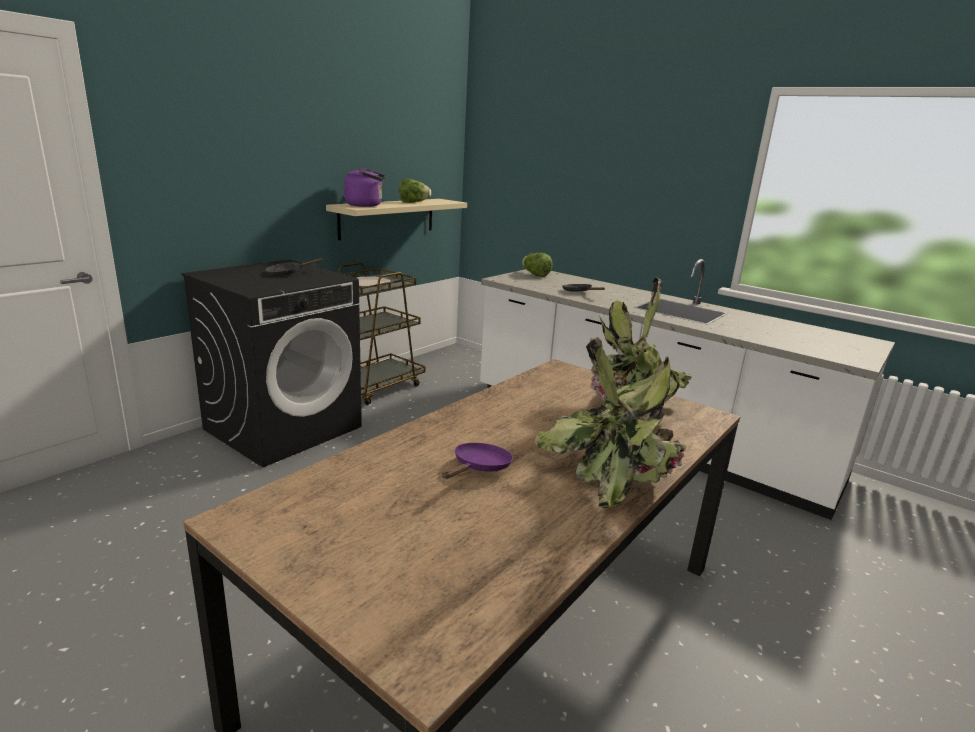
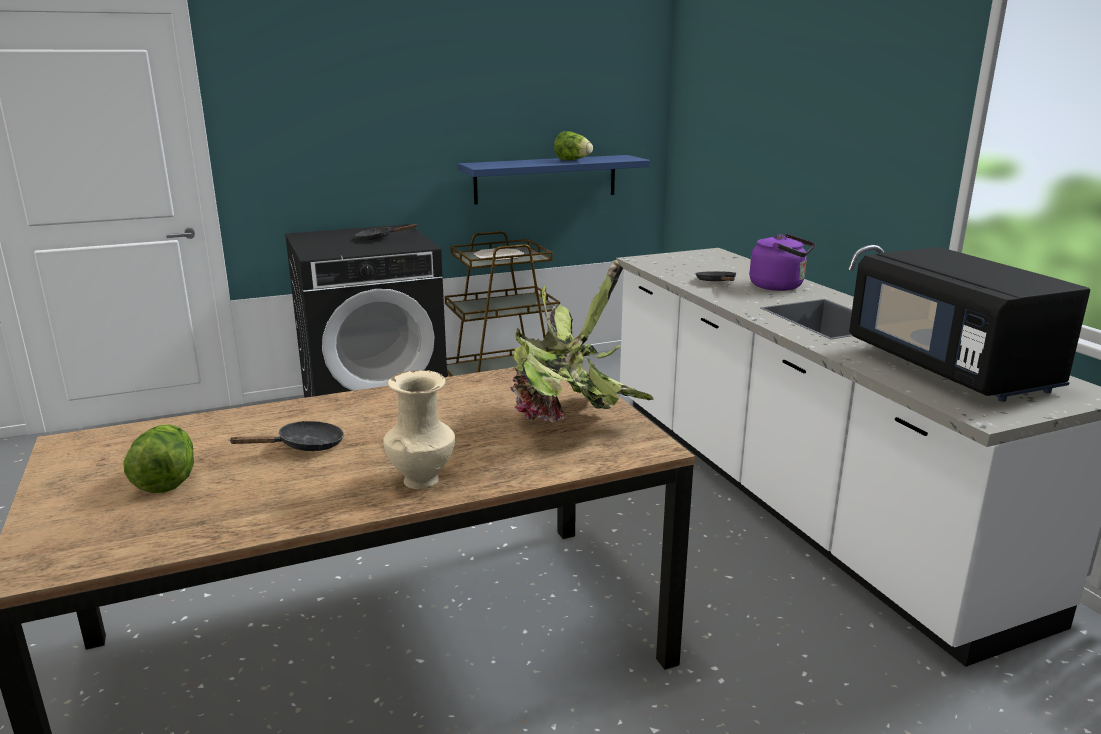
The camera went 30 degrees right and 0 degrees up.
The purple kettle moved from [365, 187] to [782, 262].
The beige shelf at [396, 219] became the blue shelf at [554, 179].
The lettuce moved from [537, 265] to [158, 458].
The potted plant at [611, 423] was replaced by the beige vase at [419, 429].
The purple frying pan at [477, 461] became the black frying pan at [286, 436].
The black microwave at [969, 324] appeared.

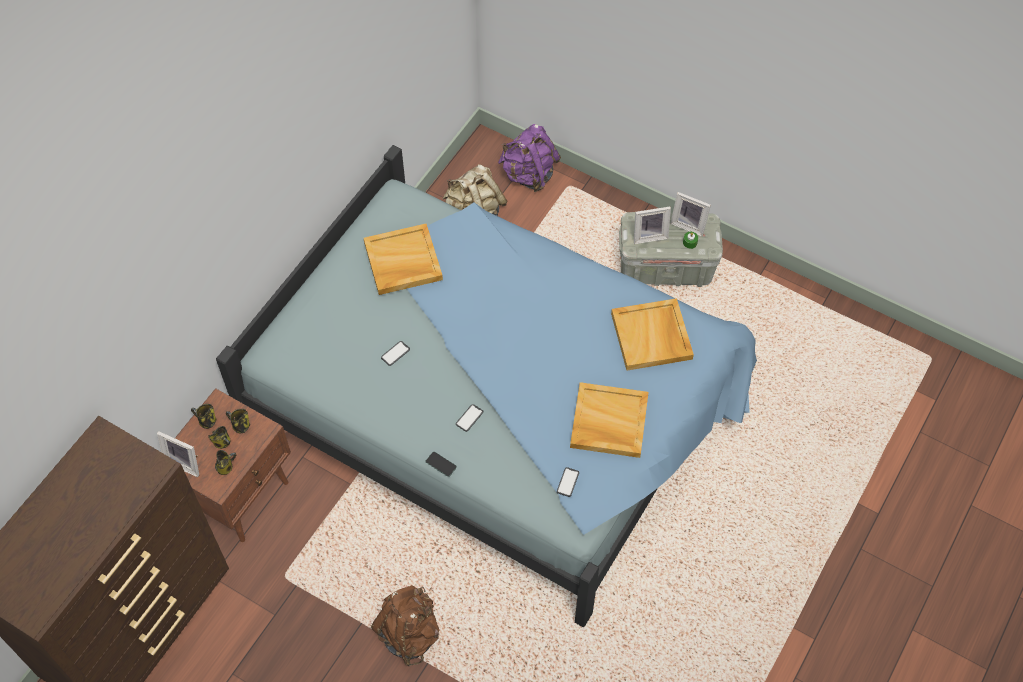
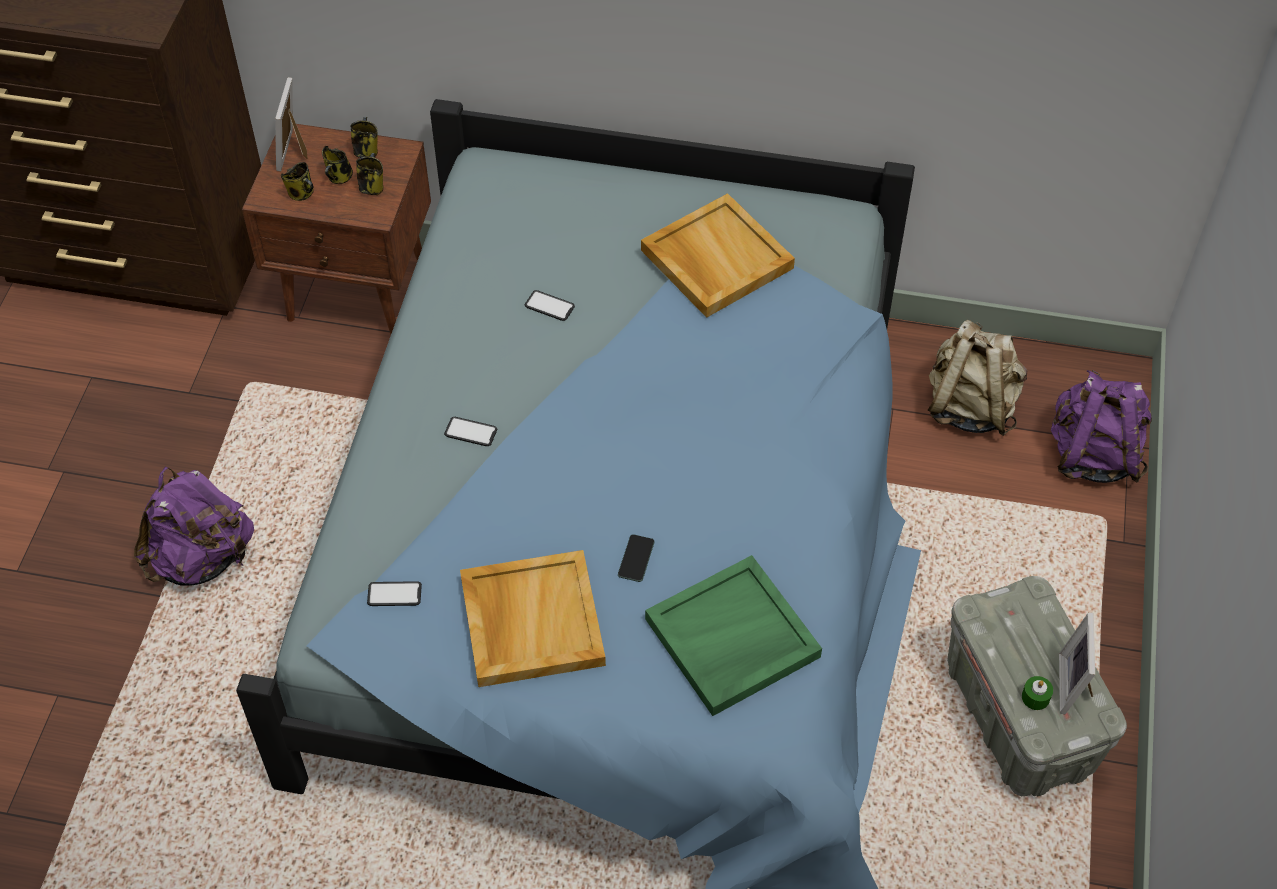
The camera went 70 degrees right and 5 degrees down.
The picture frame at [652, 225] disappeared.
The beige tray at [652, 334] became the green tray at [733, 635].
The phone moved from [441, 464] to [636, 558].
The brown backpack at [405, 625] became the purple backpack at [194, 526].

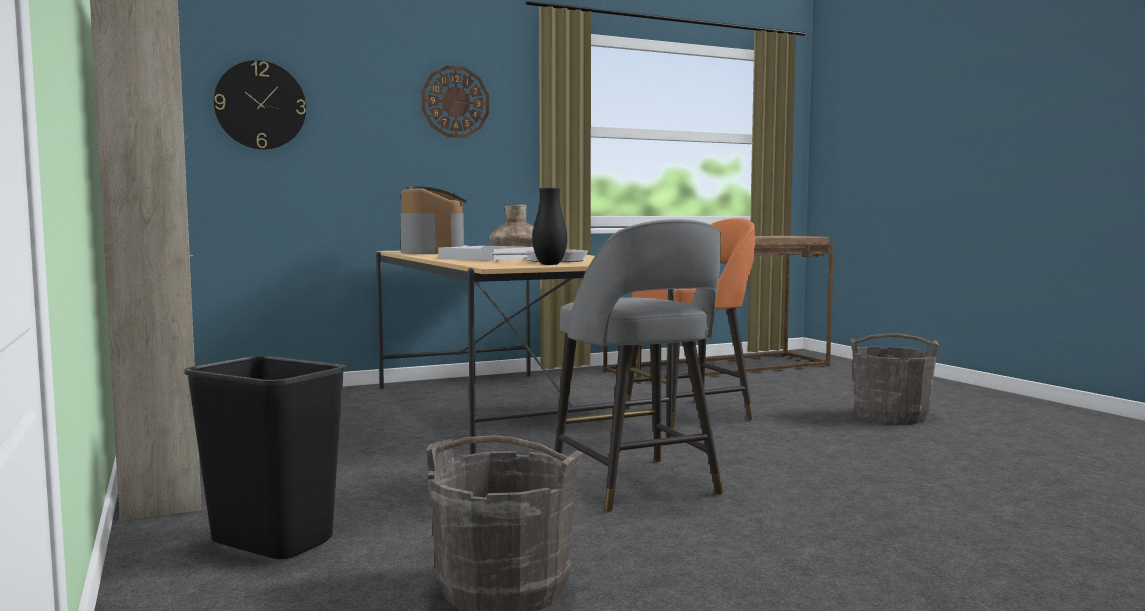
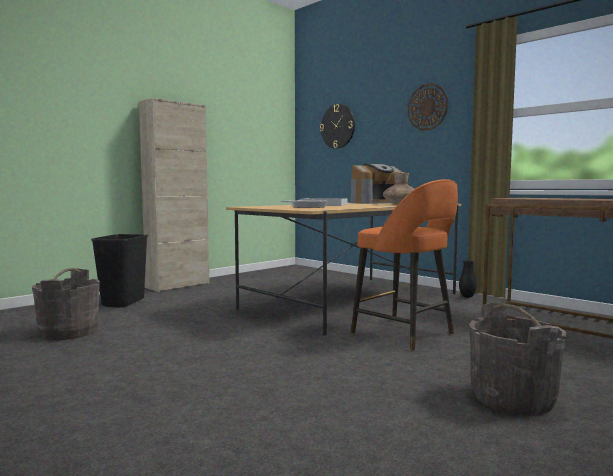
The camera went 70 degrees right and 0 degrees up.
The black vase moved from [549, 226] to [468, 279].
The grey stool at [639, 366] disappeared.

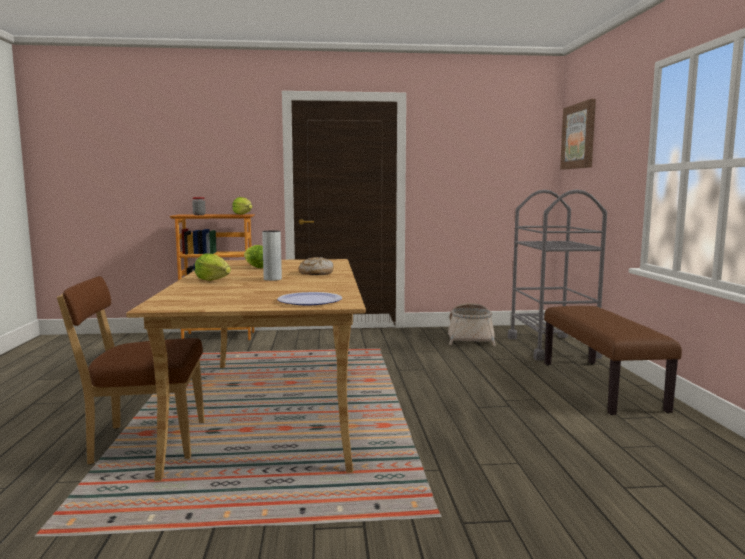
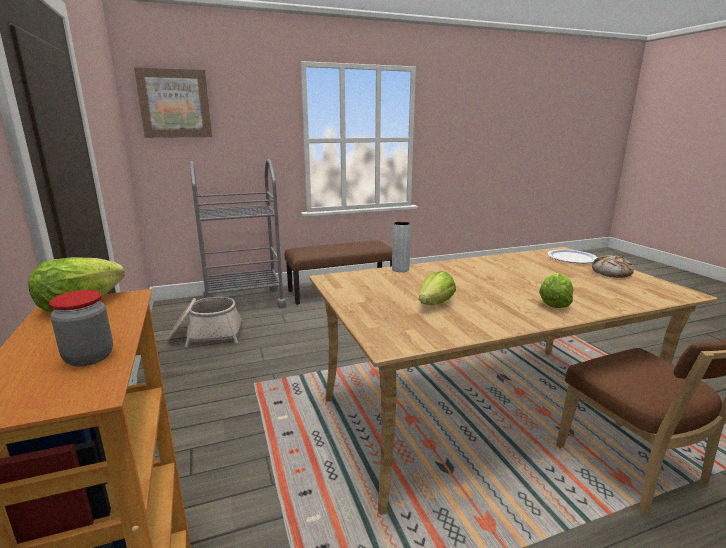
The camera went 105 degrees left and 10 degrees up.
The grey vase moved from [272, 256] to [401, 246].
The bread moved from [316, 266] to [613, 266].

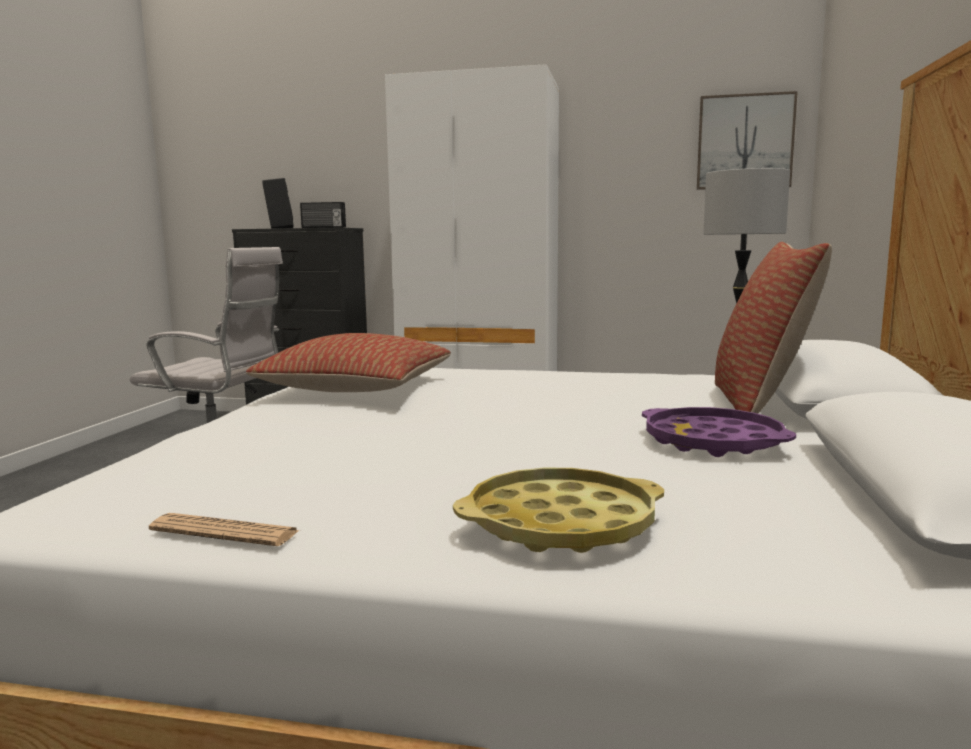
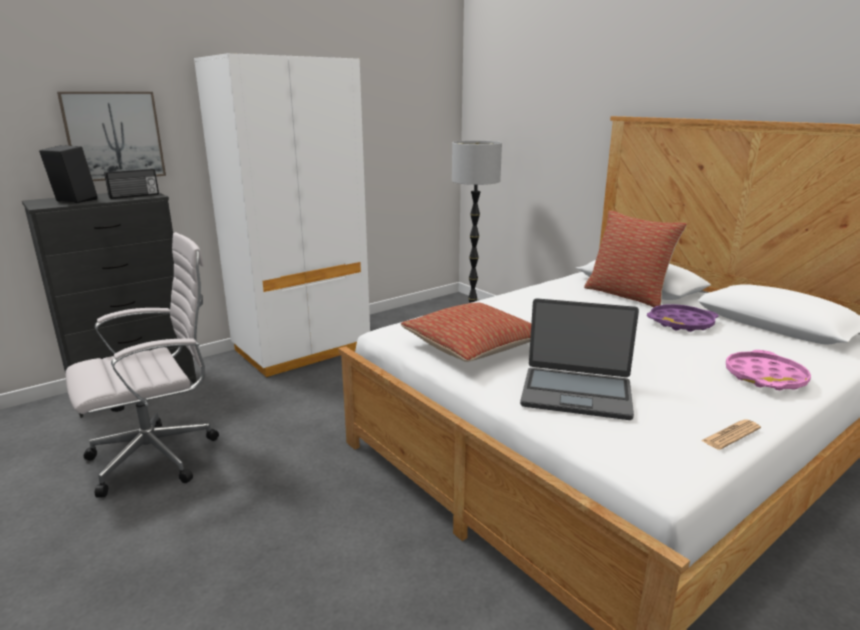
The camera went 50 degrees left and 10 degrees up.
The picture moved from [747, 140] to [111, 136].
The yellow tray at [558, 510] became the pink tray at [768, 370].
The laptop at [579, 359] appeared.

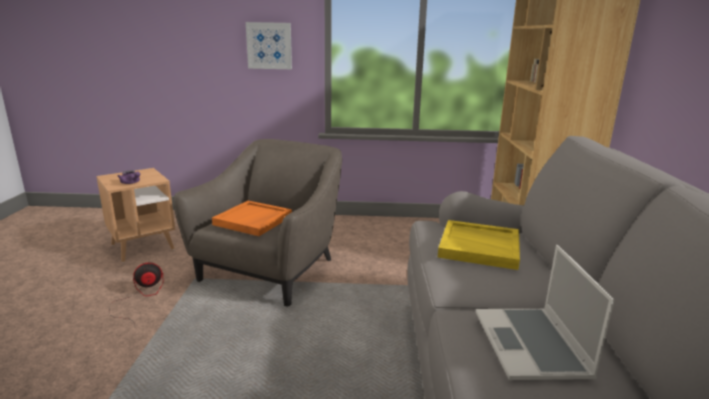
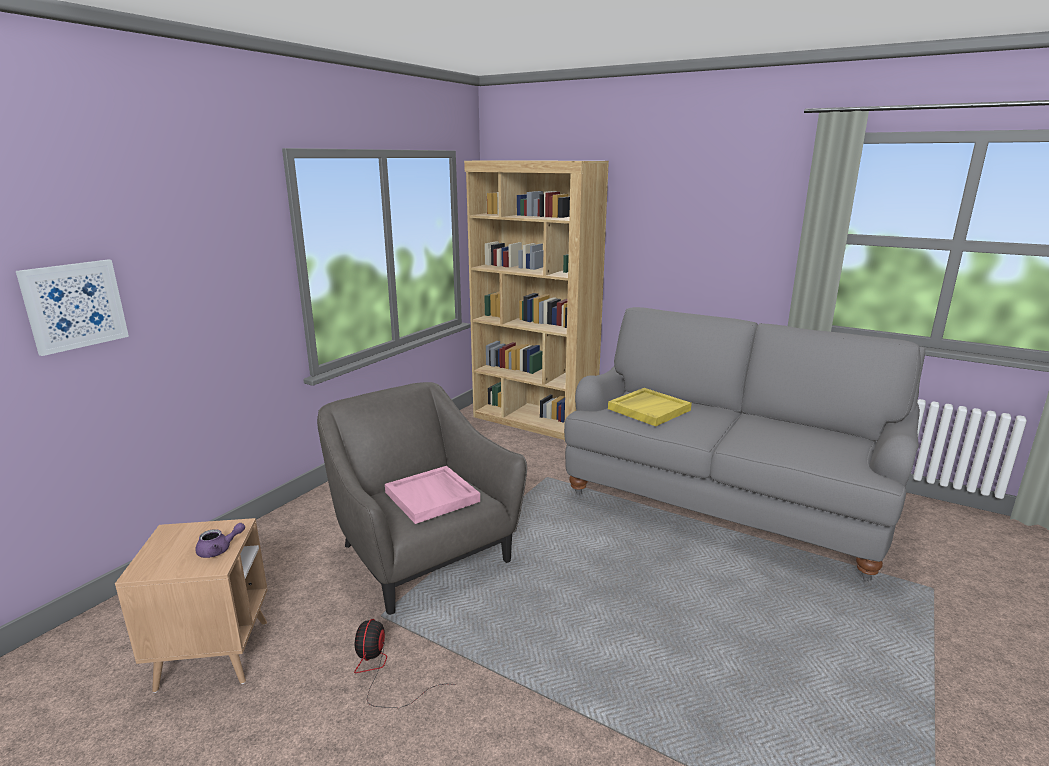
The camera went 60 degrees left and 0 degrees up.
The picture moved from [269, 45] to [72, 307].
The orange tray at [252, 218] became the pink tray at [432, 495].
The laptop at [545, 312] disappeared.

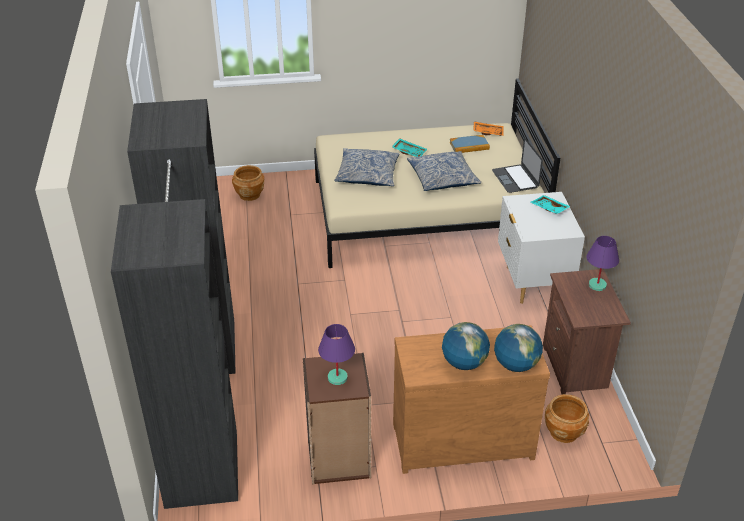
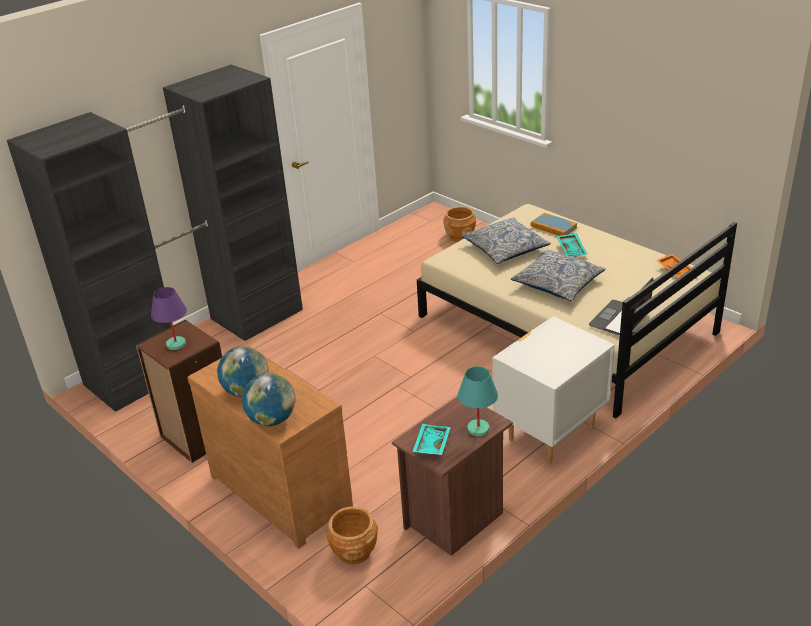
The camera went 55 degrees right and 5 degrees down.
The book moved from [470, 144] to [554, 224].
The turquoise tray moved from [551, 204] to [431, 439].
The purple table lamp at [602, 263] became the turquoise table lamp at [478, 401].

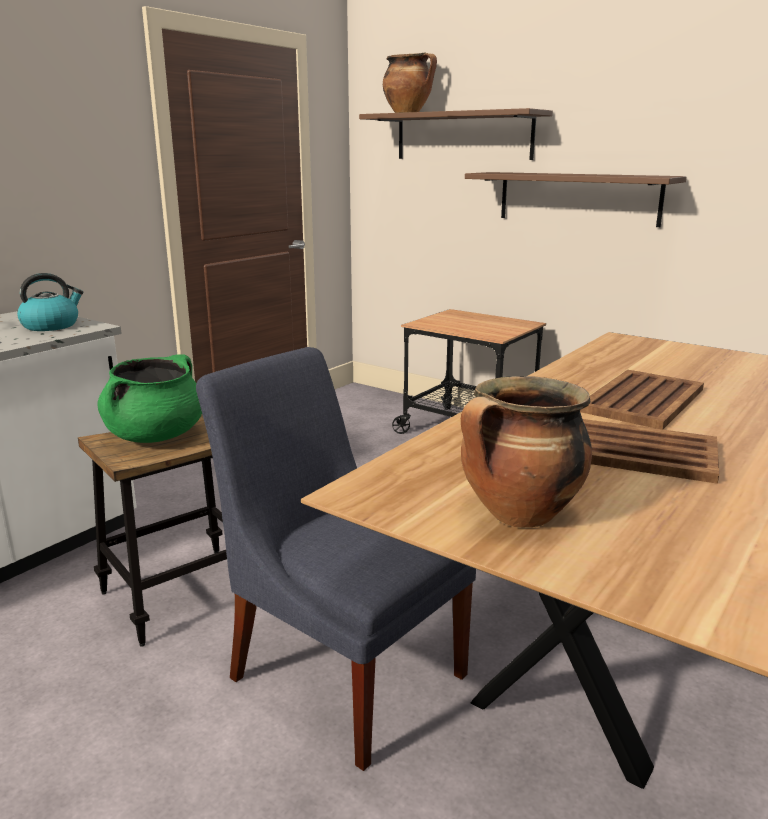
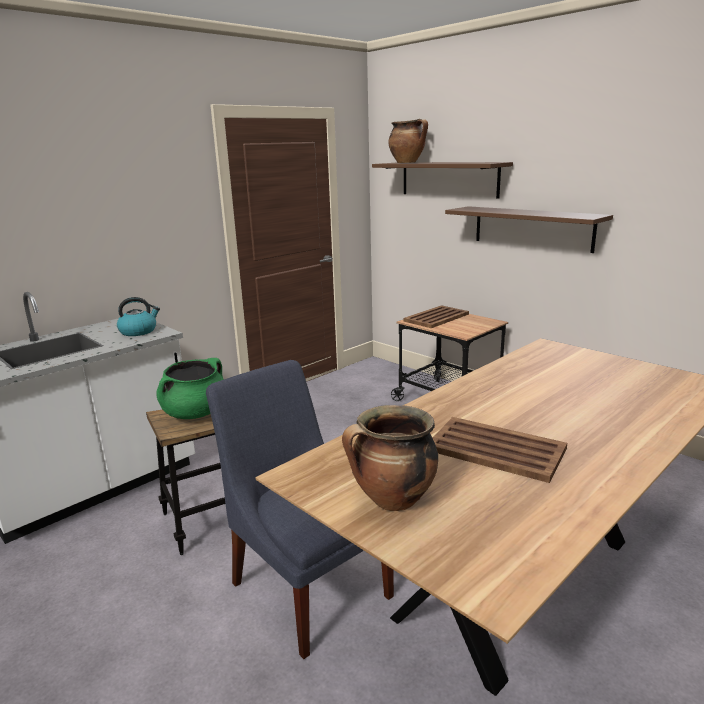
The camera went 10 degrees right and 0 degrees up.
The brown tray moved from [642, 399] to [436, 316].

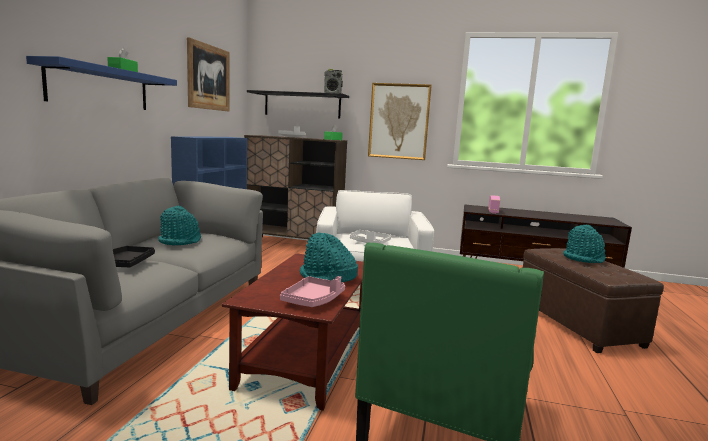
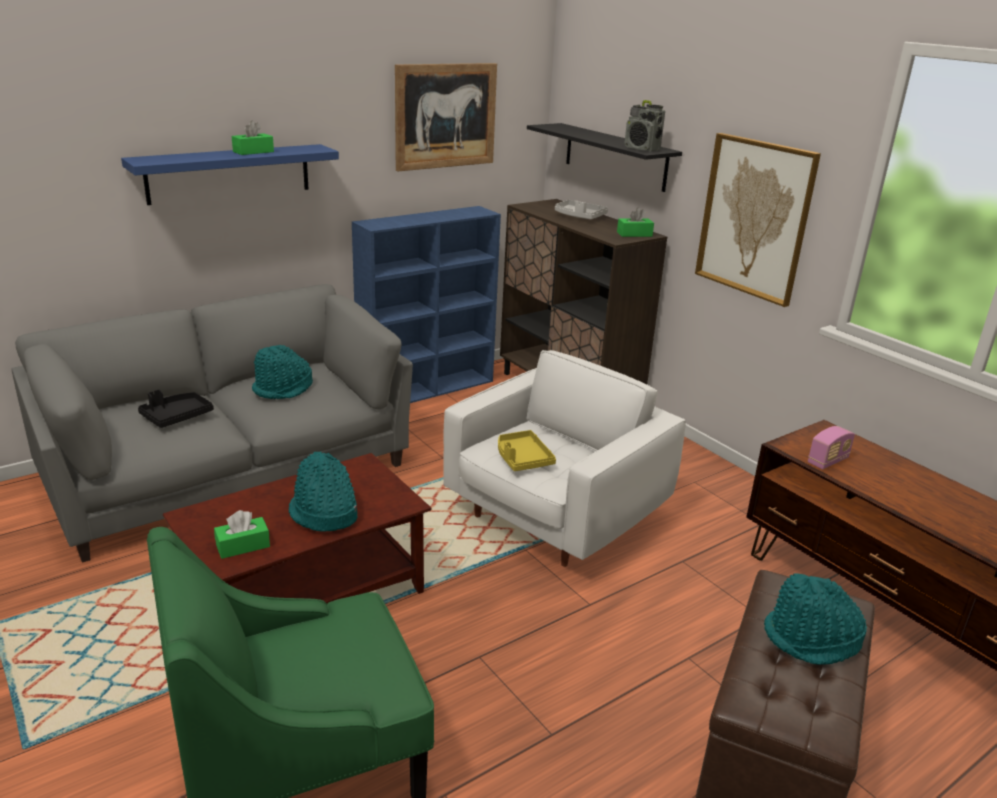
The camera went 40 degrees right and 15 degrees up.
The white tray at [370, 237] became the yellow tray at [527, 450].
The pink tray at [312, 291] was replaced by the green tissue box at [242, 534].

